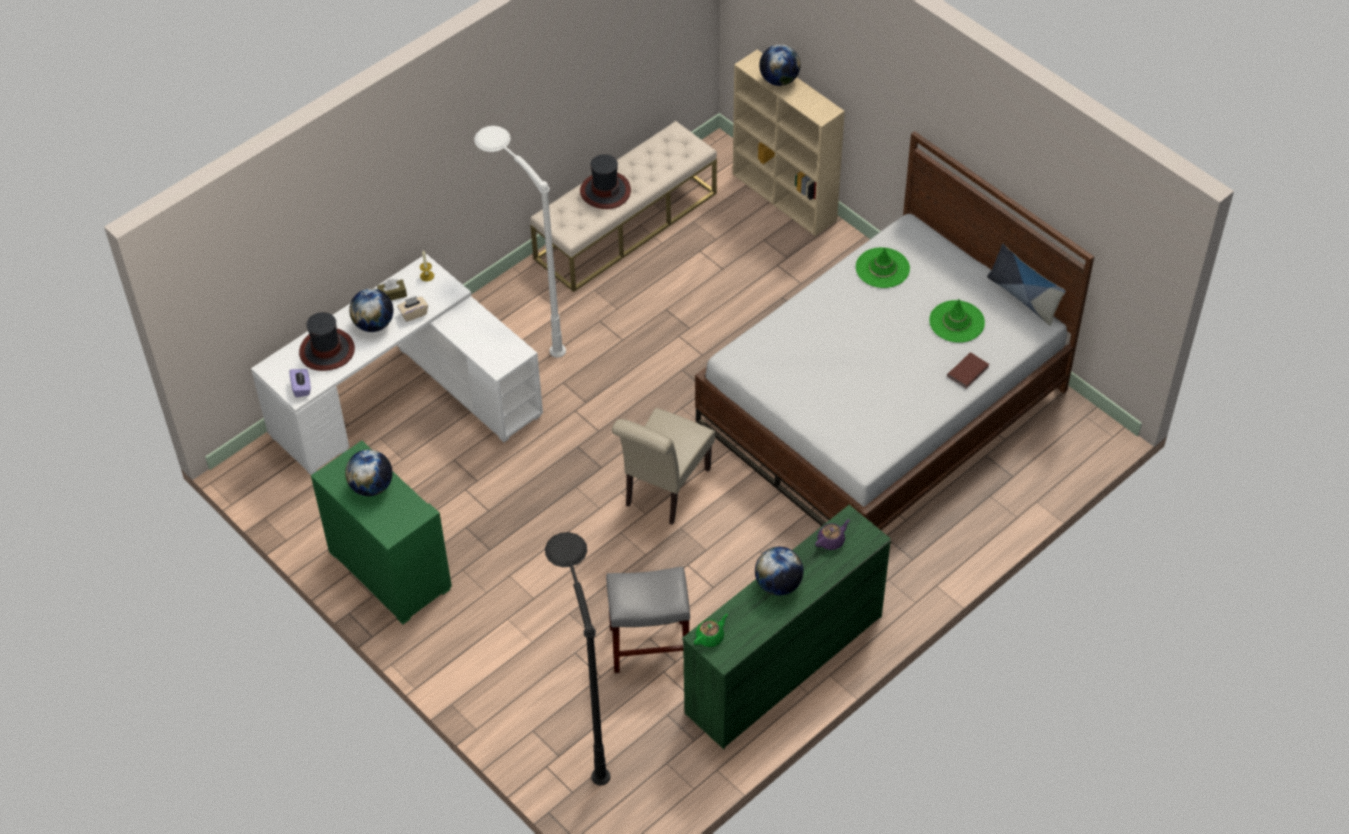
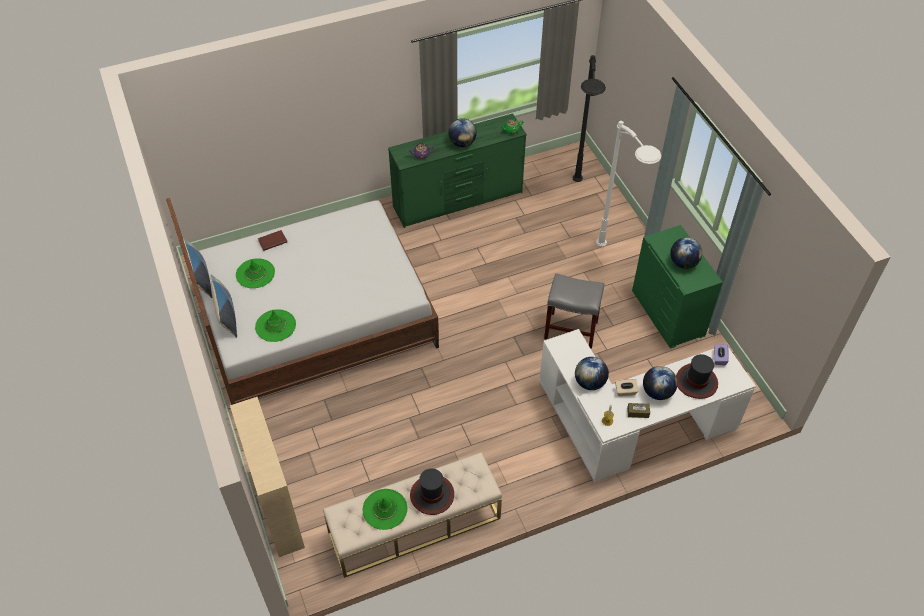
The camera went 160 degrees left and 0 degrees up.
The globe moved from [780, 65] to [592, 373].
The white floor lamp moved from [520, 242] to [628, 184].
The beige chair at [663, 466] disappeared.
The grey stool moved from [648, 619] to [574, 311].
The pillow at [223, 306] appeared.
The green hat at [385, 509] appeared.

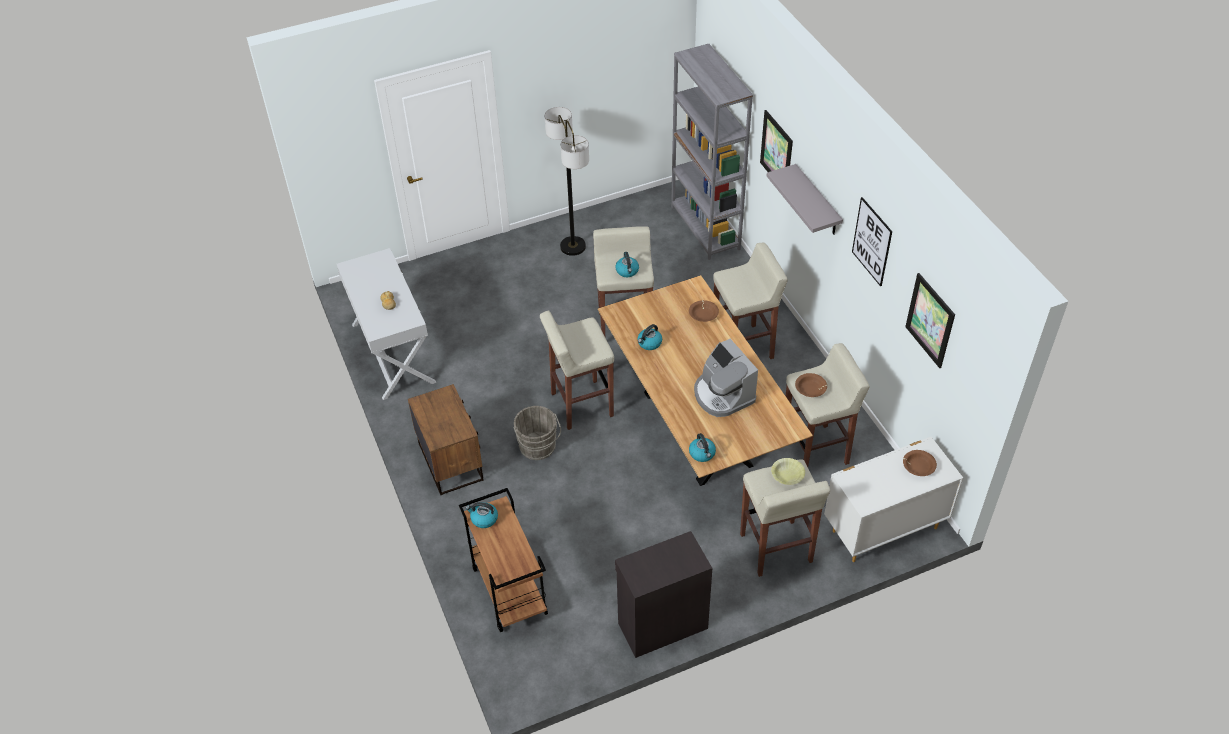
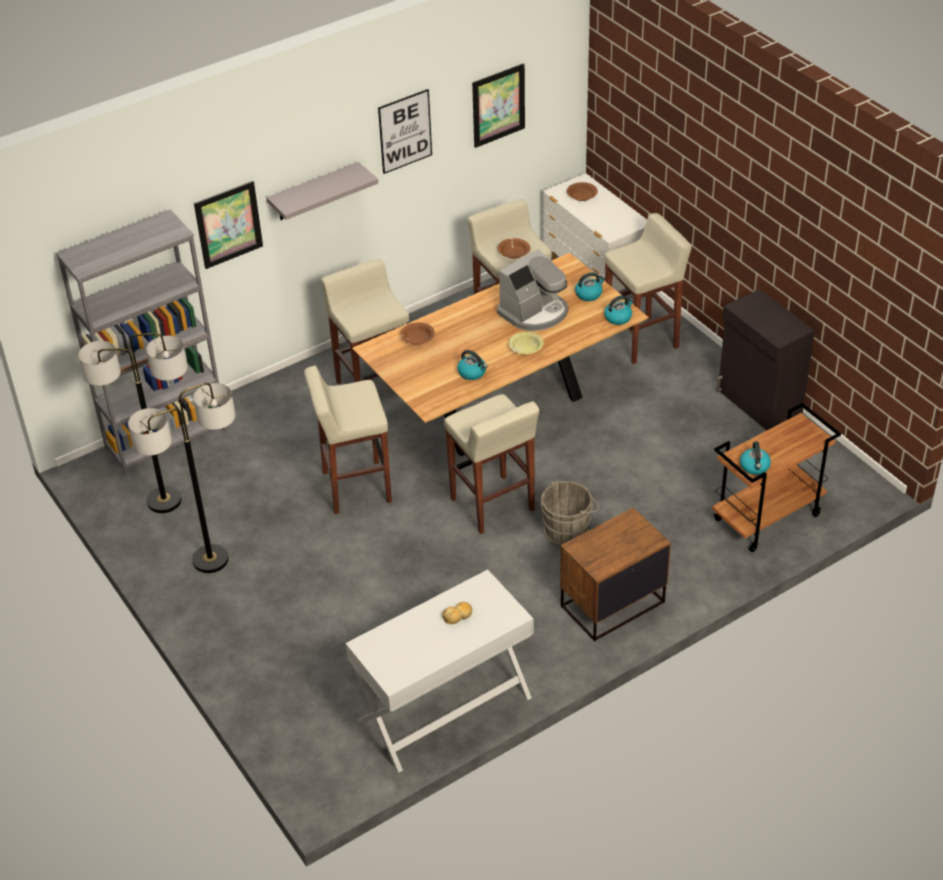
The camera went 100 degrees left and 5 degrees down.
The kettle moved from [627, 264] to [590, 286].
The yellow bowl moved from [788, 471] to [526, 343].
The floor lamp at [133, 423] appeared.

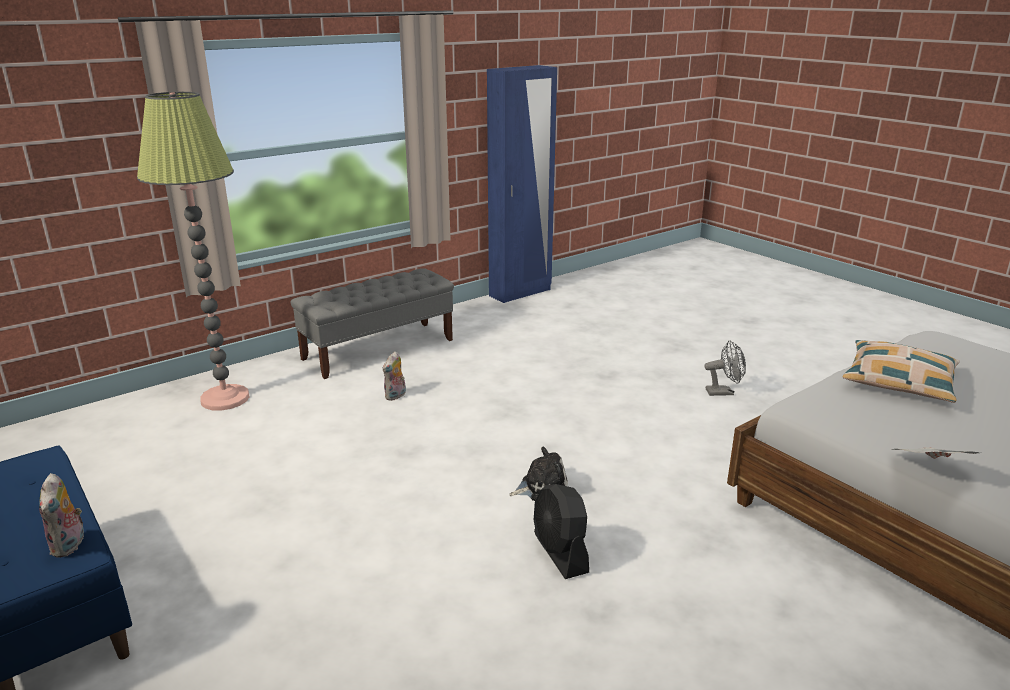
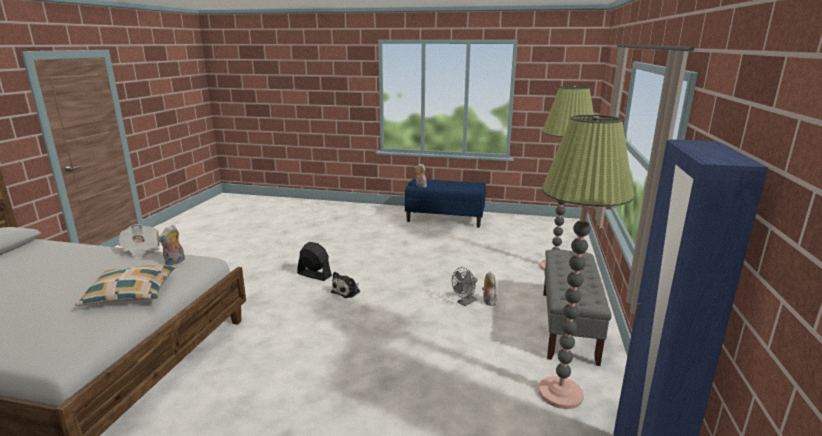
The camera went 140 degrees right and 5 degrees down.
The grey fan moved from [725, 368] to [465, 286].
The floor lamp at [586, 262] appeared.
The plush toy at [171, 245] appeared.

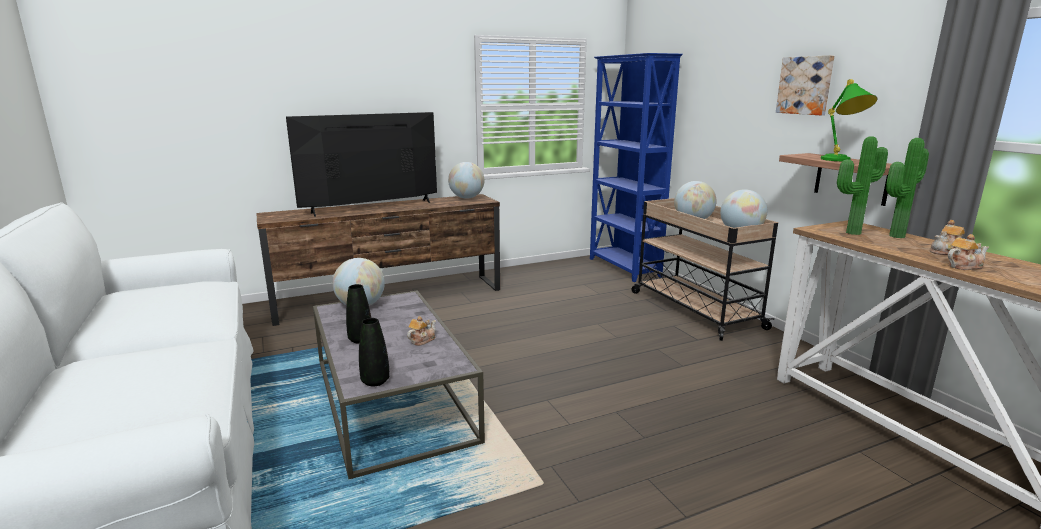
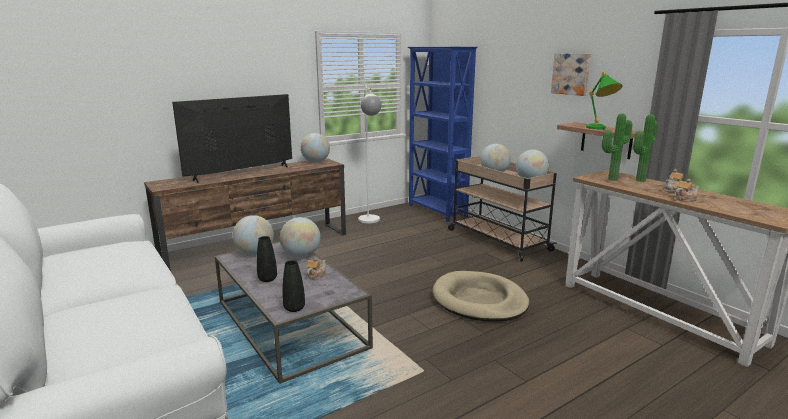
The camera went 10 degrees left and 0 degrees up.
The white floor lamp at [369, 154] appeared.
The globe at [300, 237] appeared.
The beige dog bed at [481, 296] appeared.

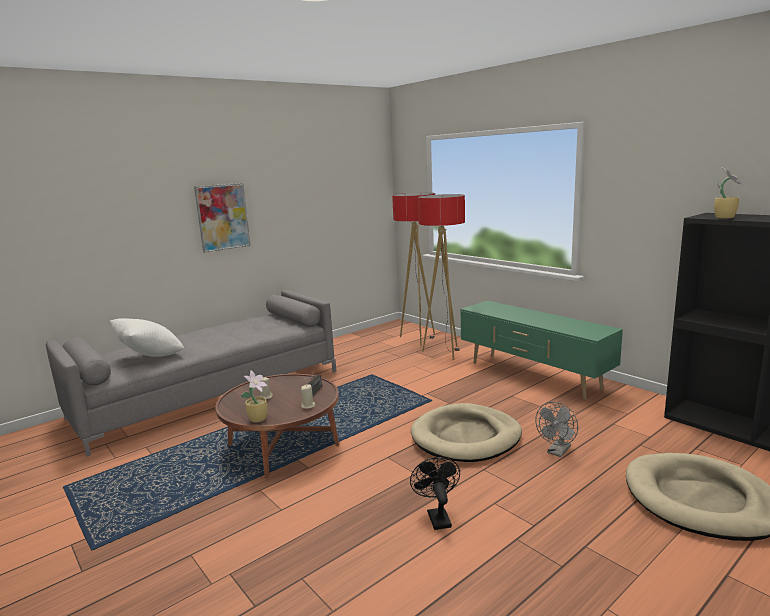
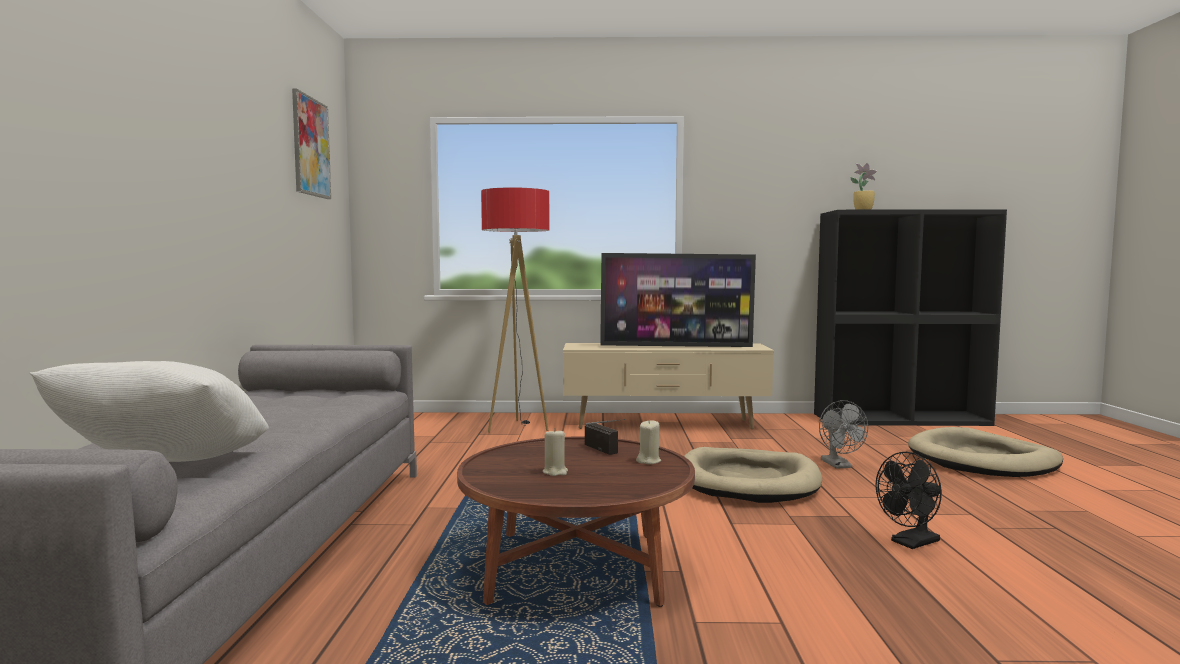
The camera went 50 degrees left and 10 degrees down.
The picture moved from [222, 218] to [311, 144].
The floor lamp at [413, 269] disappeared.
The green tv stand at [542, 350] became the beige tv stand at [668, 386].
The potted plant at [254, 396] disappeared.
The black fan at [435, 493] turned 60 degrees counterclockwise.
The television at [678, 300] appeared.

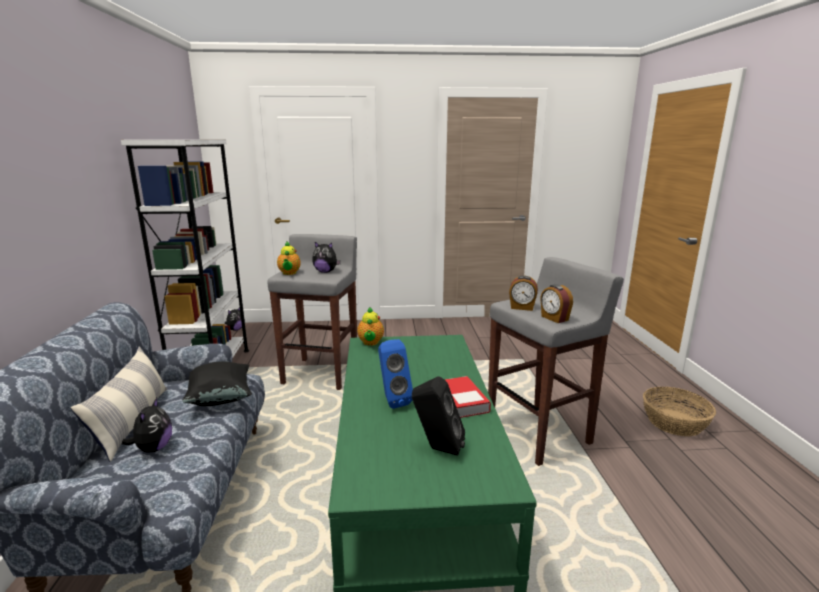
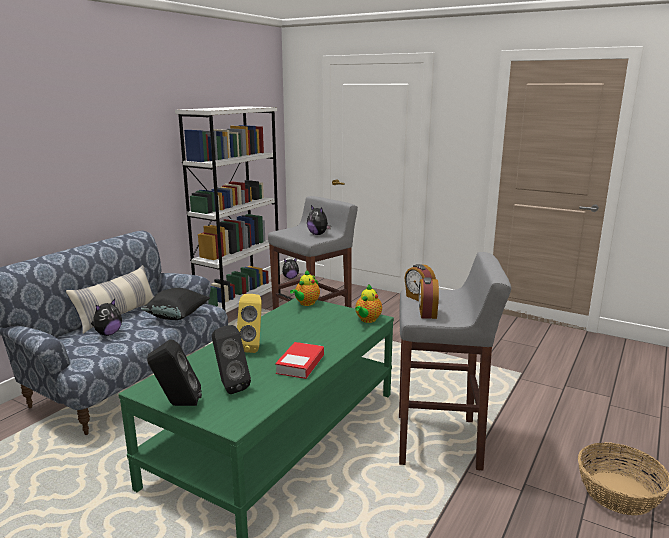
The camera went 35 degrees right and 0 degrees up.
The teapot moved from [289, 258] to [368, 303].
The blue speaker at [395, 374] became the yellow speaker at [249, 323].
The black speaker at [174, 372] appeared.

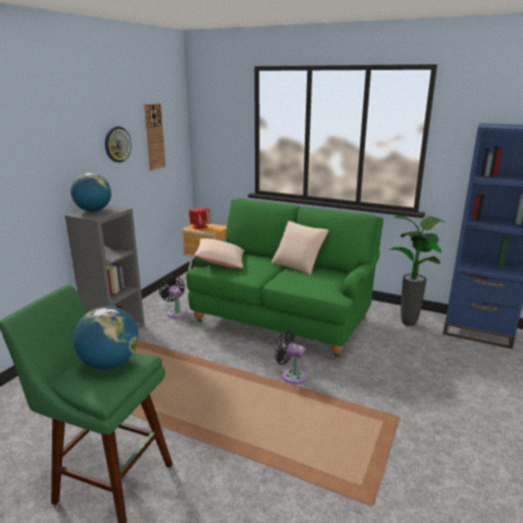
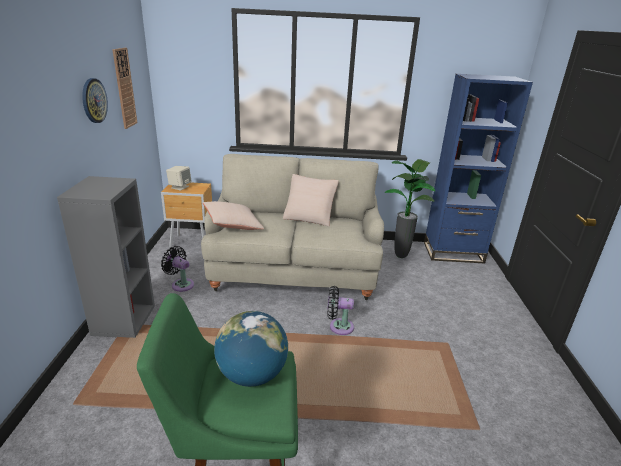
The camera went 25 degrees left and 5 degrees up.
The globe at [91, 192] disappeared.
The green sofa at [284, 278] became the beige sofa at [292, 227].
The red speaker at [200, 219] became the beige speaker at [179, 178].

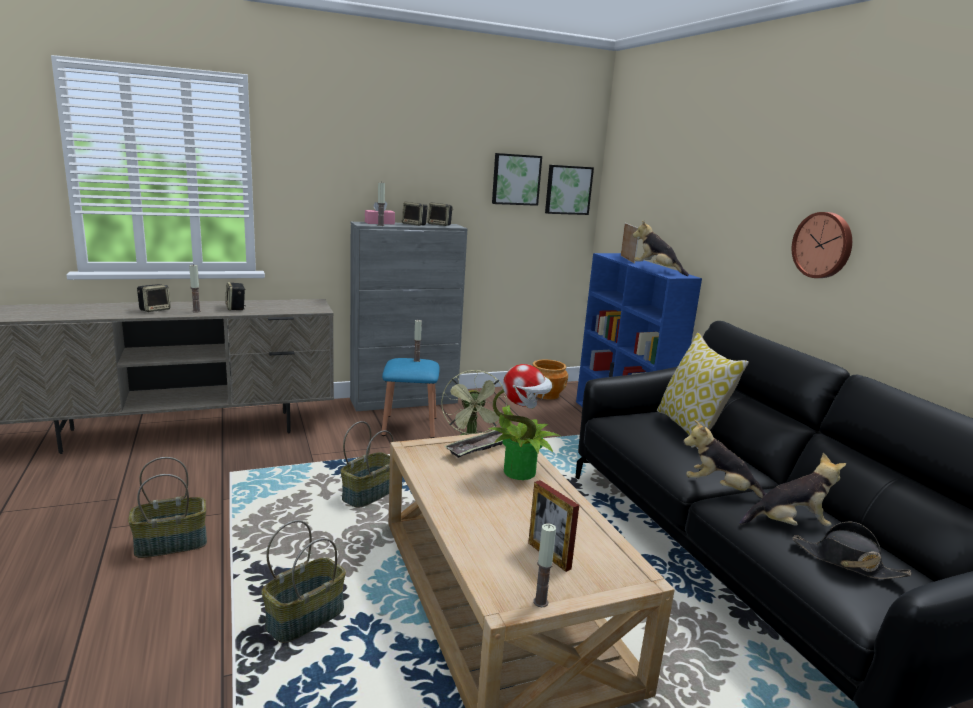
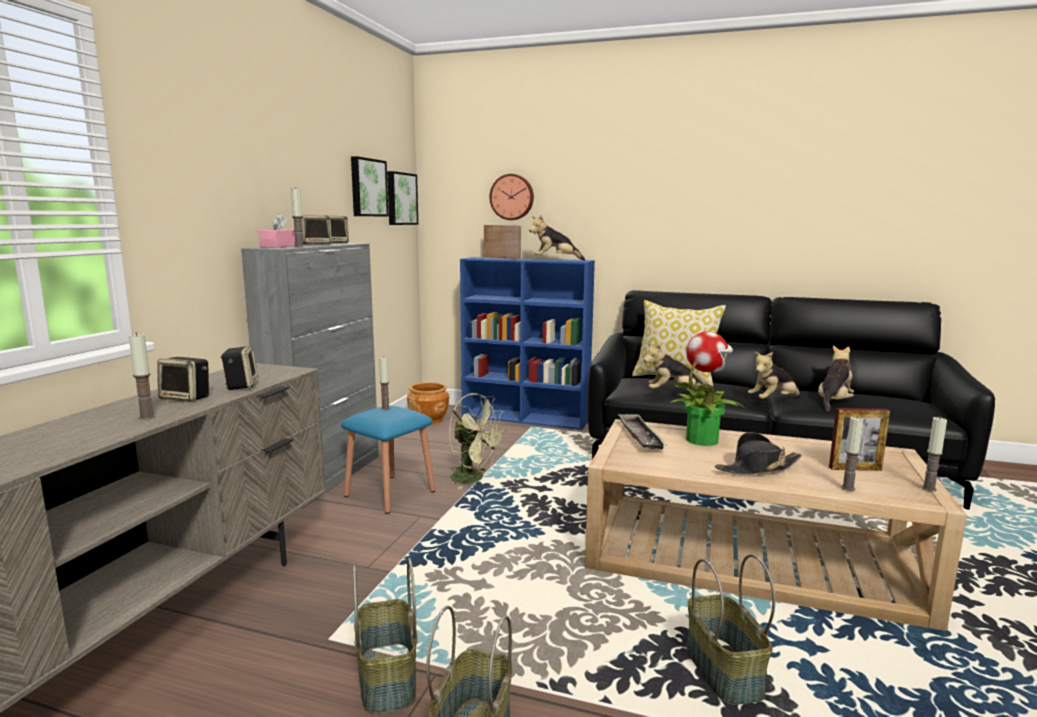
The camera went 50 degrees left and 5 degrees down.
The wall clock moved from [822, 245] to [512, 197].
The speaker moved from [154, 298] to [239, 367].
The basket moved from [367, 464] to [385, 636].
The black hat moved from [851, 550] to [758, 453].
The plush toy at [675, 368] appeared.
The candle at [852, 453] appeared.

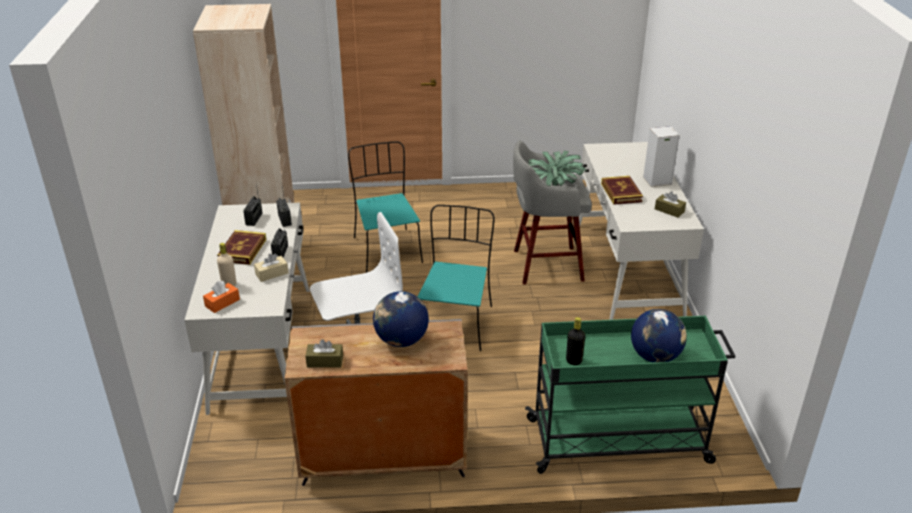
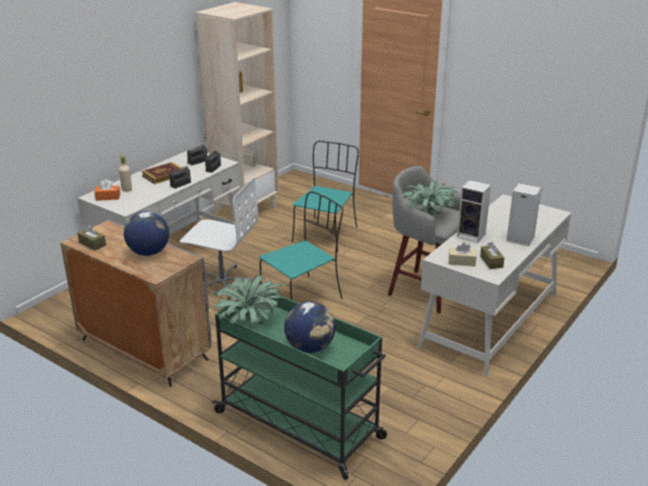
The camera went 40 degrees right and 5 degrees down.
The book at [622, 190] was replaced by the speaker at [474, 211].
The beige tissue box moved from [271, 267] to [463, 254].
The black bottle at [575, 341] was replaced by the potted plant at [252, 299].

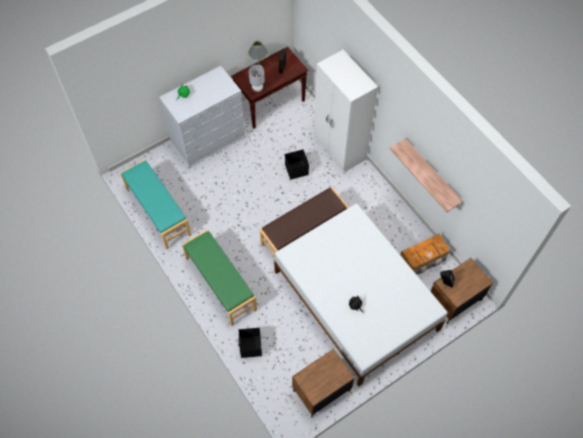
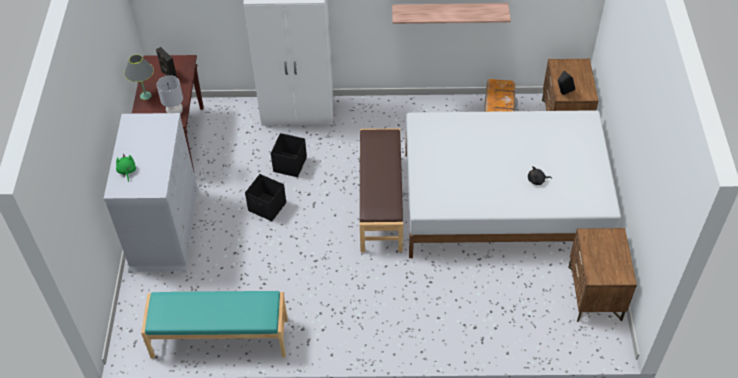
The camera went 55 degrees left and 10 degrees down.
The green bench at [219, 277] disappeared.
The black storage box moved from [250, 343] to [265, 197].

